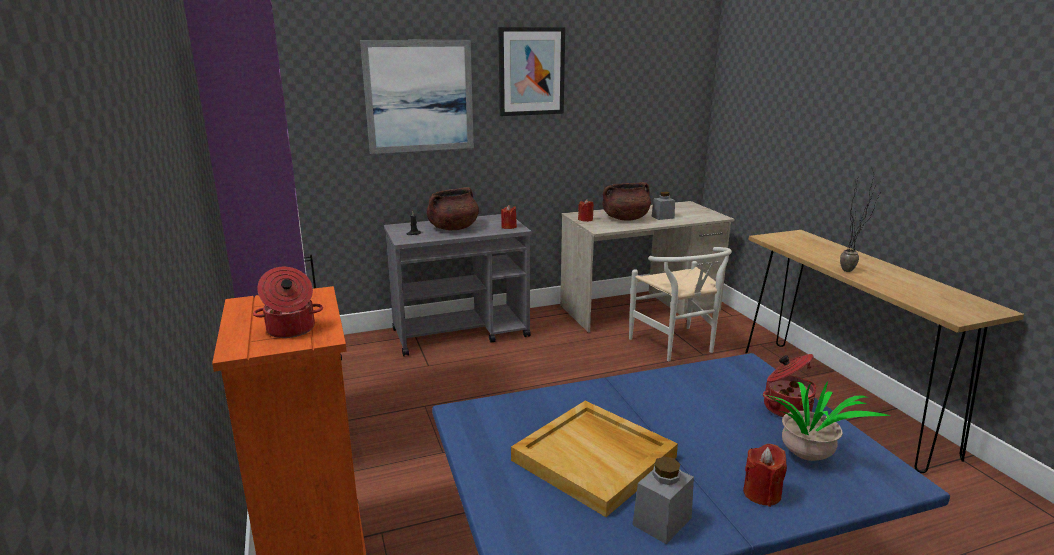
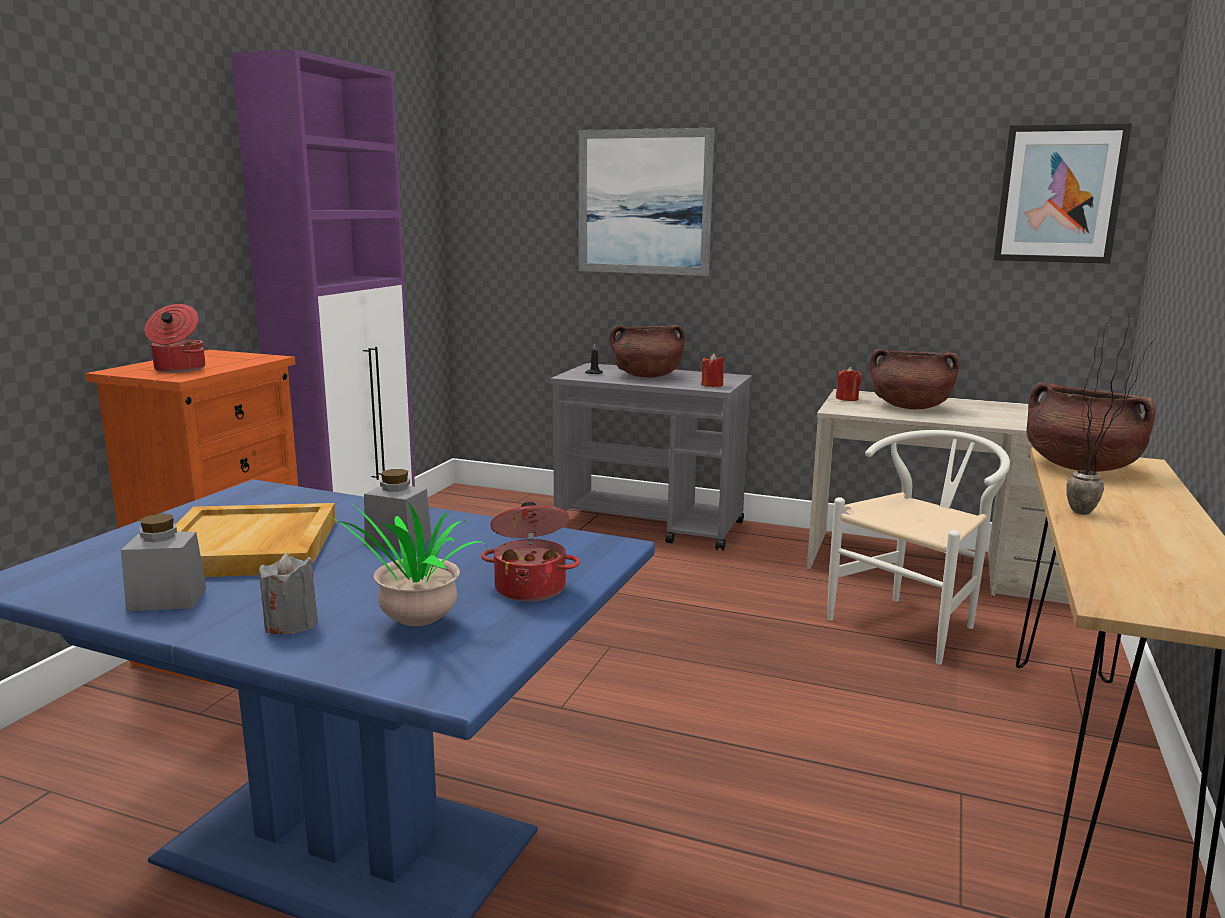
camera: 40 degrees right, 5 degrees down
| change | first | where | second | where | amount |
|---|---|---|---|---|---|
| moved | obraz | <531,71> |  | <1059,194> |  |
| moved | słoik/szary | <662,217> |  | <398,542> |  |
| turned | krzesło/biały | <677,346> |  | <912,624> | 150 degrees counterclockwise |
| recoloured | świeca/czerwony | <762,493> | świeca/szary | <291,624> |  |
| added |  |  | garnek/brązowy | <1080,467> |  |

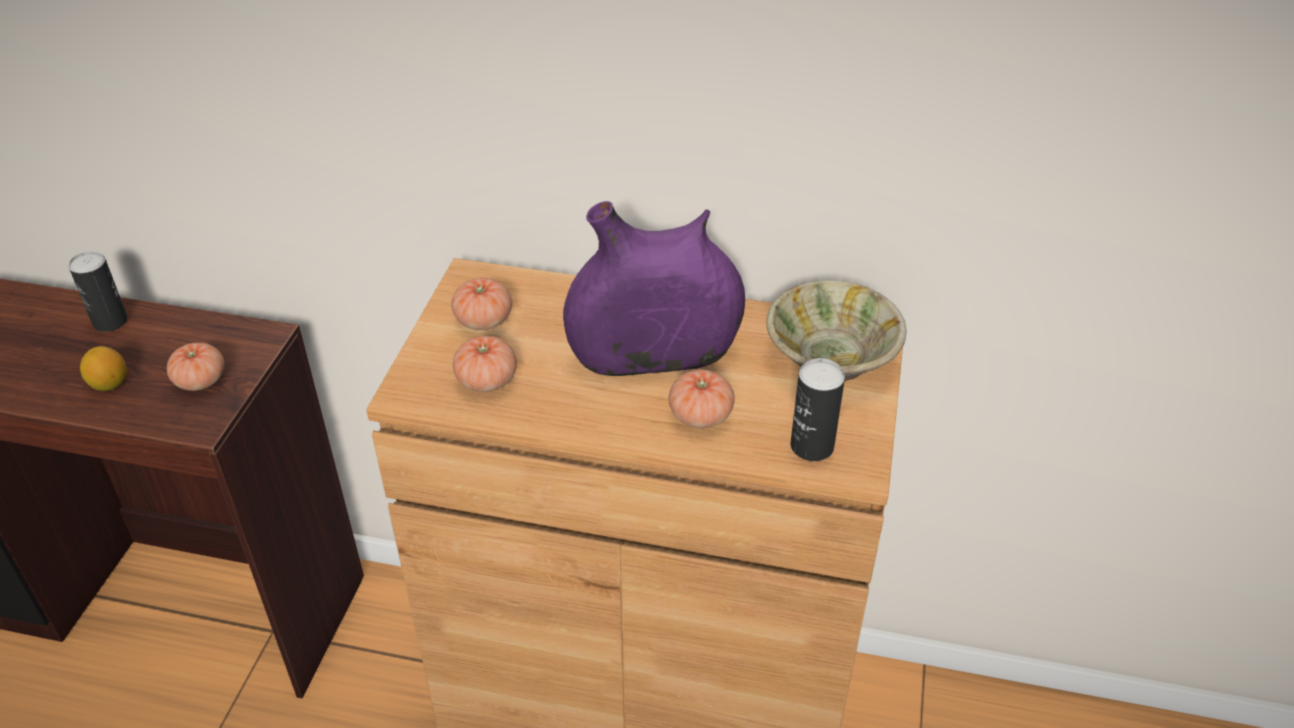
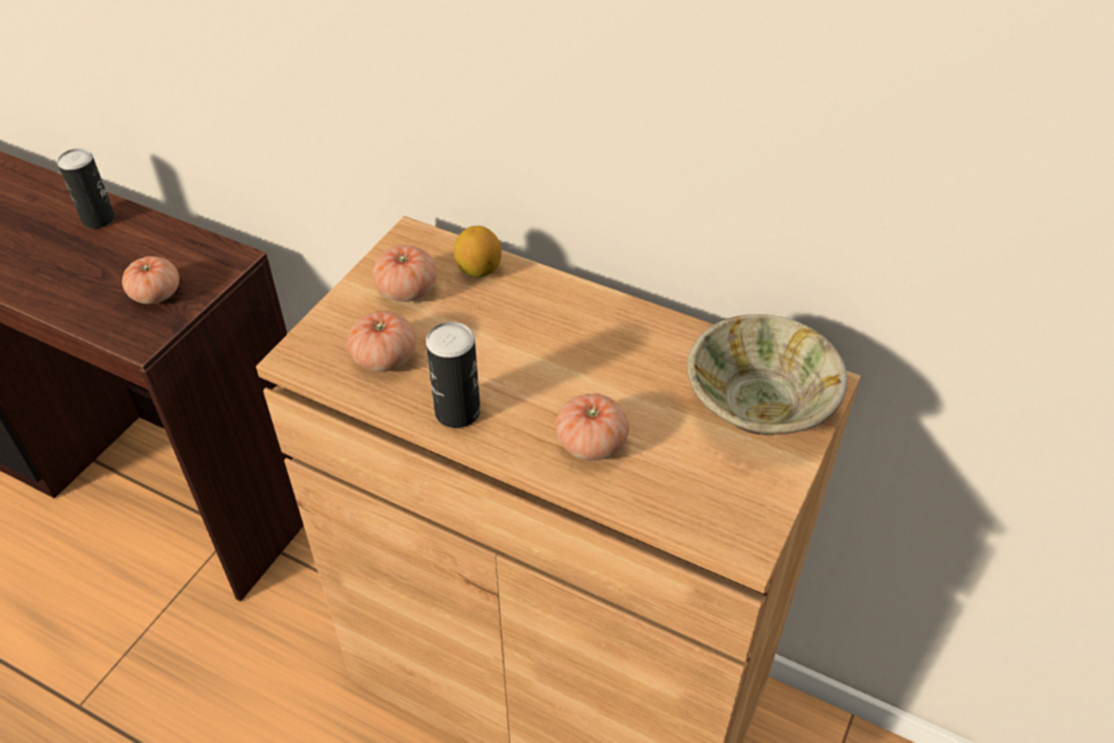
camera: 15 degrees right, 5 degrees up
| change | first | where | second | where | amount |
|---|---|---|---|---|---|
| removed | wazon/fioletowy | <654,356> |  |  |  |
| moved | cytryna | <109,384> |  | <478,270> |  |
| moved | puszka | <812,446> |  | <457,411> |  |

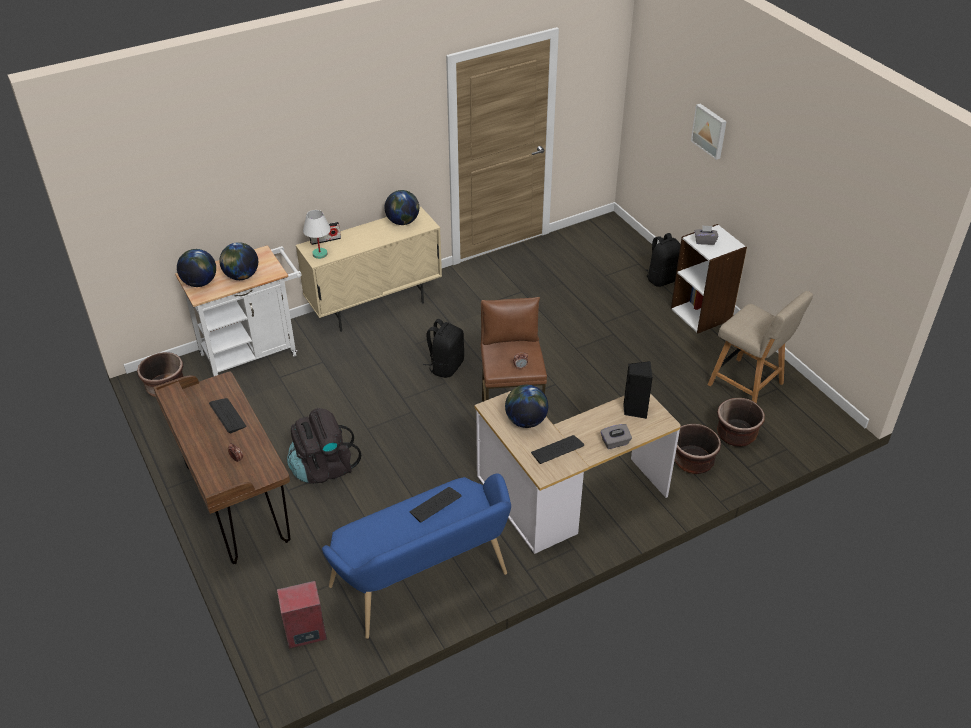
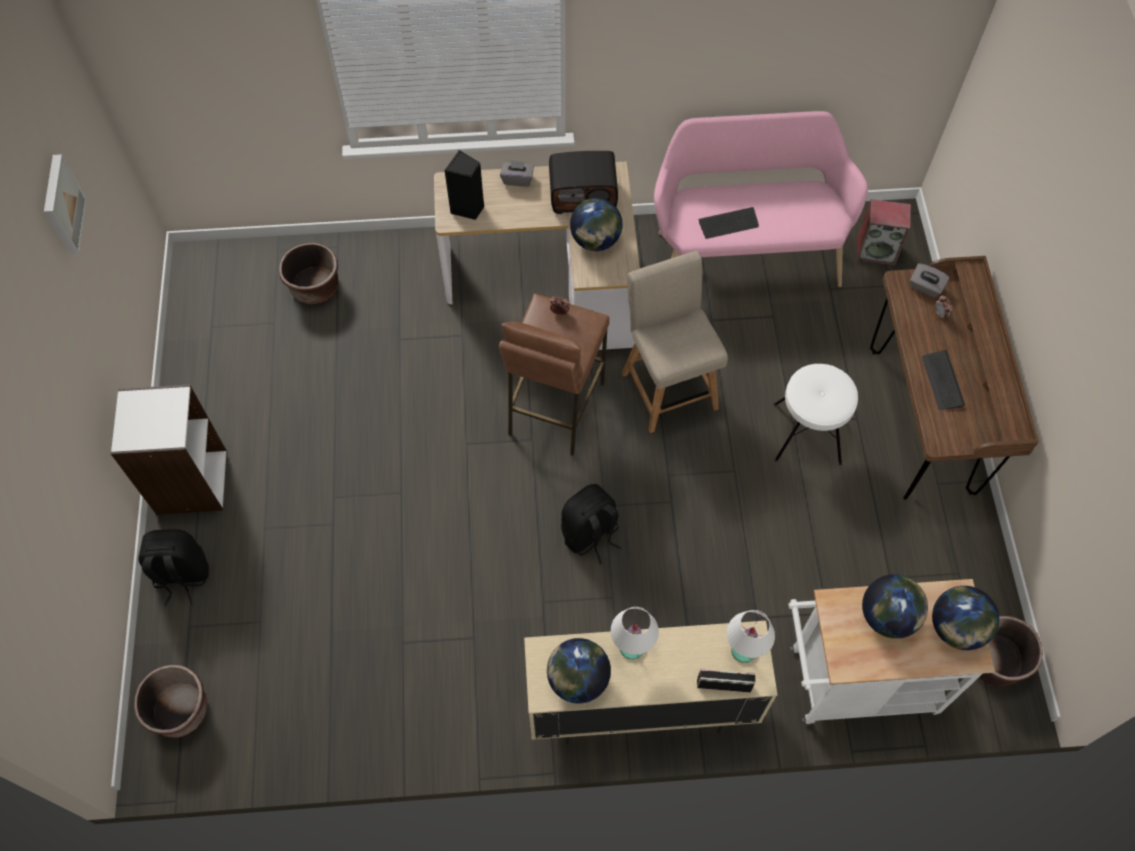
camera: 155 degrees left, 20 degrees up
| change | first | where | second | where | amount |
|---|---|---|---|---|---|
| moved | obraz | <710,130> |  | <61,205> |  |
| moved | pudełko chusteczek/szary | <704,241> |  | <925,287> |  |
| moved | krzesło/beżowy | <748,386> |  | <667,386> |  |
| replaced | plecak/czarny | <323,468> | stołek/biały | <806,433> |  |
| moved | donica/brązowy | <692,462> |  | <180,710> |  |
| replaced | klawiatura | <557,450> | radio | <583,194> |  |
| recoloured | ławka/niebieski | <424,584> | ławka/różowy | <744,253> |  |
| added |  |  | lampa stołowa/biały | <632,646> |  |

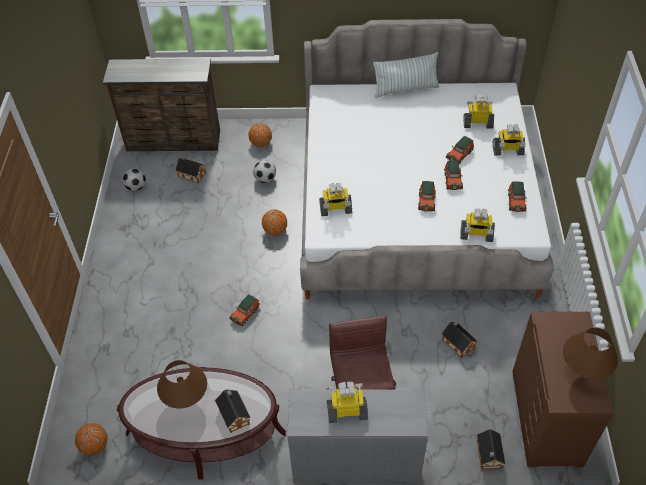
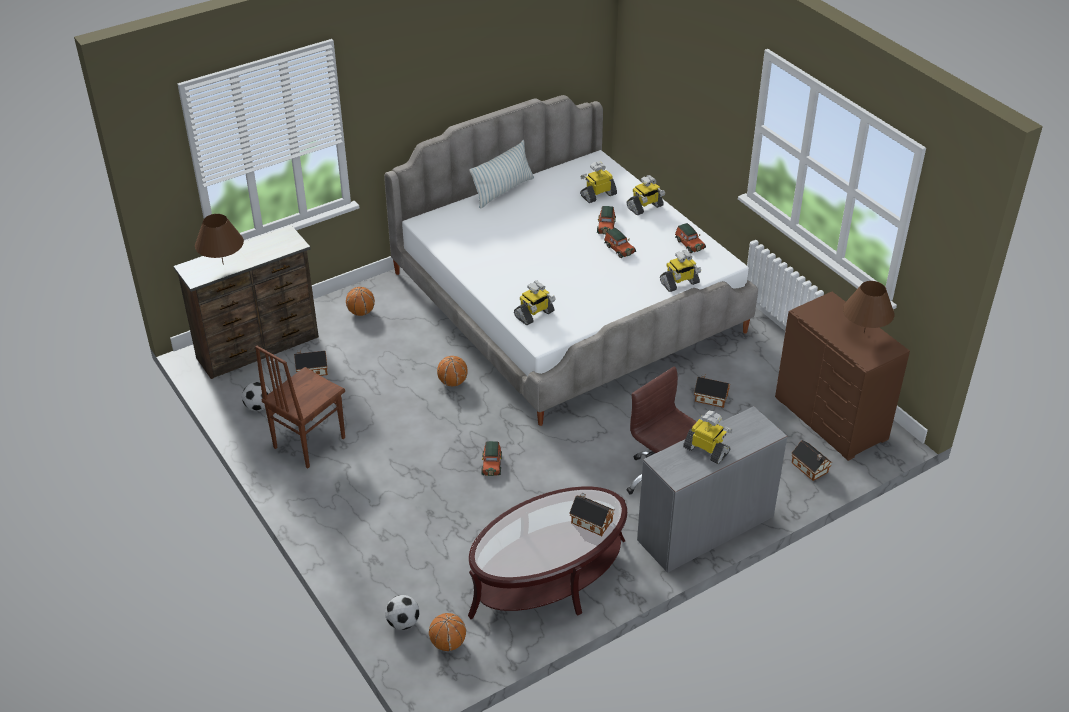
camera: 35 degrees left, 10 degrees down
| change | first | where | second | where | amount |
|---|---|---|---|---|---|
| moved | piłka futbolowa | <265,179> |  | <403,622> |  |
| removed | samochodzik | <426,200> |  |  |  |
| moved | lampa stołowa/brązowy | <186,398> |  | <223,264> |  |
| turned | robot zabawkowy | <347,411> |  | <707,450> | 75 degrees clockwise |
| added |  |  | krzesło/brązowy | <308,442> |  |

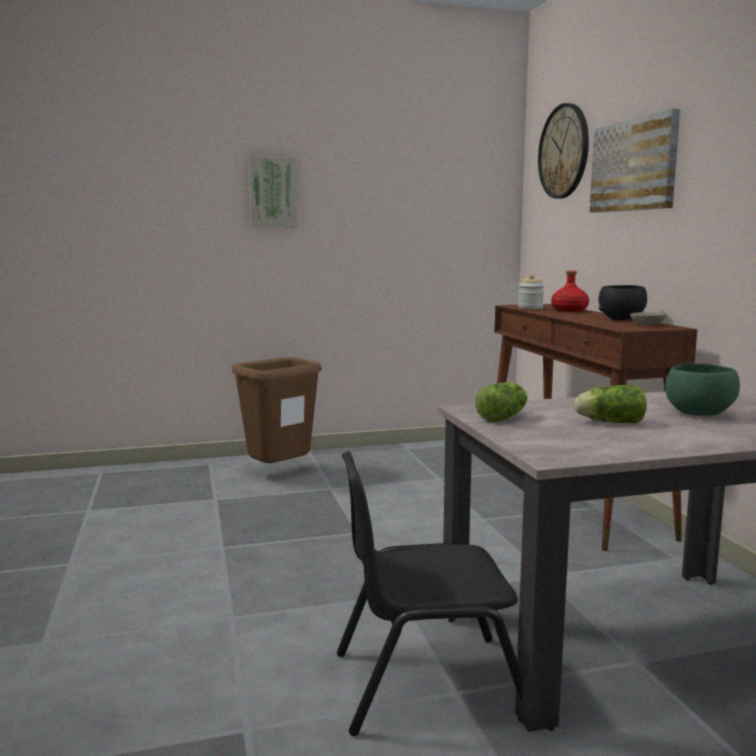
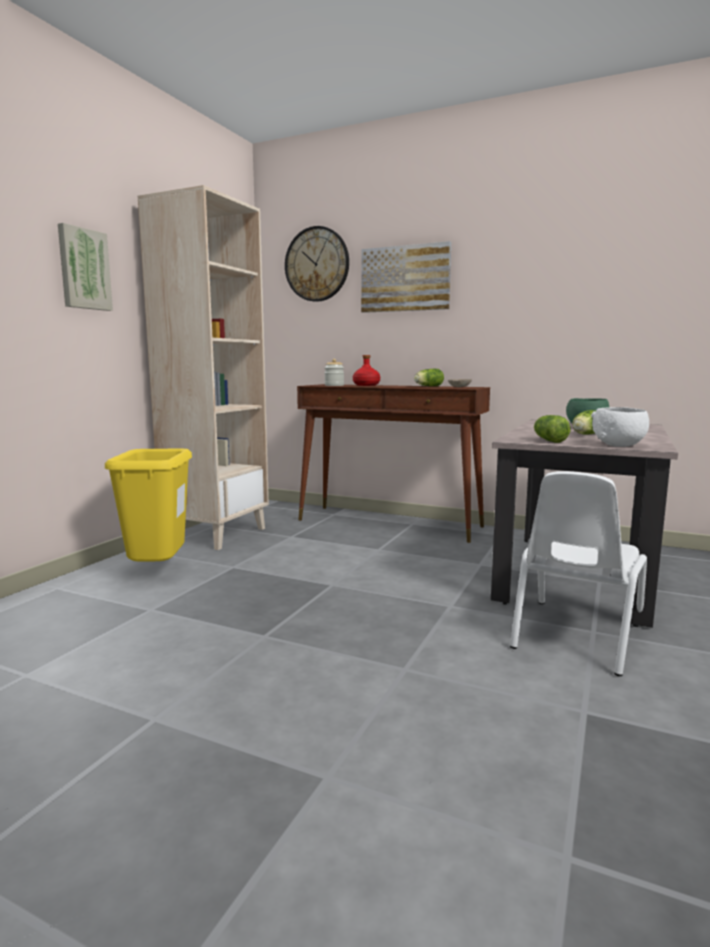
camera: 50 degrees left, 0 degrees up
| change | first | where | second | where | amount |
|---|---|---|---|---|---|
| replaced | miska/czarny | <622,319> | sałata | <427,386> |  |
| recoloured | kosz na śmieci/brązowy | <280,474> | kosz na śmieci/żółty | <158,572> |  |
| recoloured | krzesło/czarny | <427,684> | krzesło/biały | <575,635> |  |
| added |  |  | regał/beżowy | <217,534> |  |
| added |  |  | miska/biały | <619,445> |  |

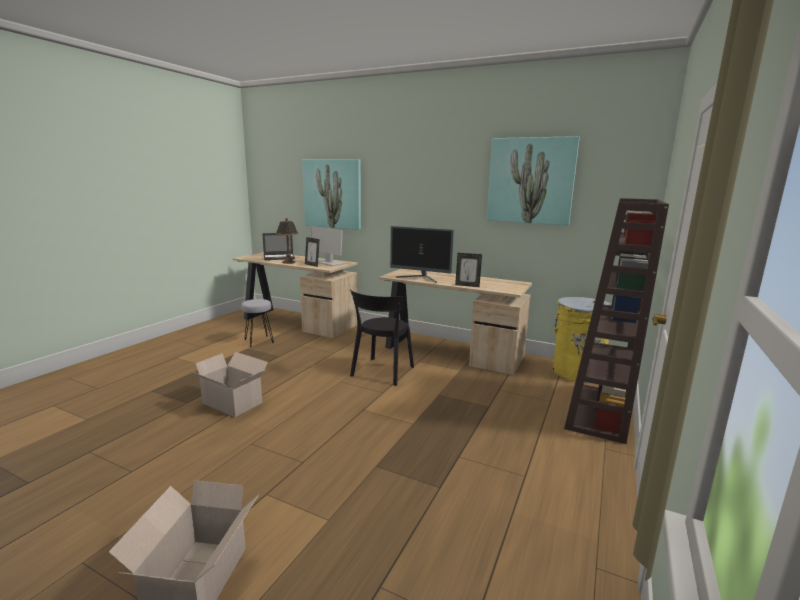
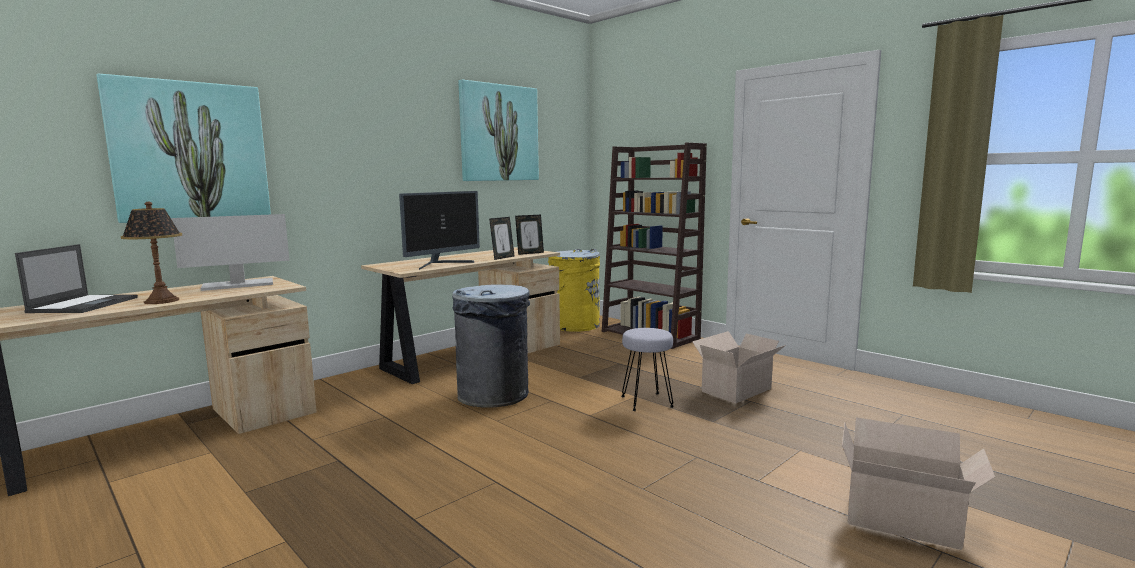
camera: 70 degrees left, 5 degrees down
| change | first | where | second | where | amount |
|---|---|---|---|---|---|
| moved | ramka na zdjęcie | <312,265> |  | <530,253> |  |
| replaced | krzesło/czarny | <381,372> | kosz na śmieci/szary | <494,395> |  |
| moved | stołek/szary | <258,341> |  | <646,402> |  |
| moved | karton | <233,403> |  | <738,390> |  |

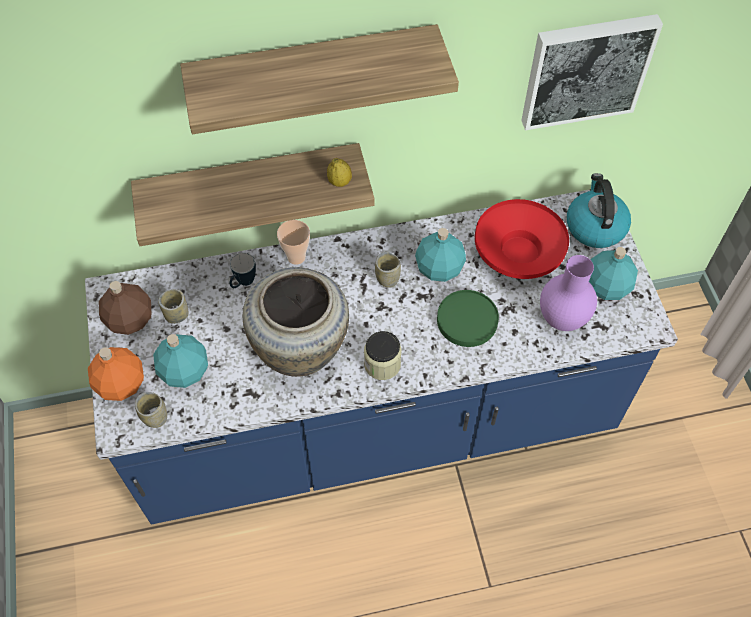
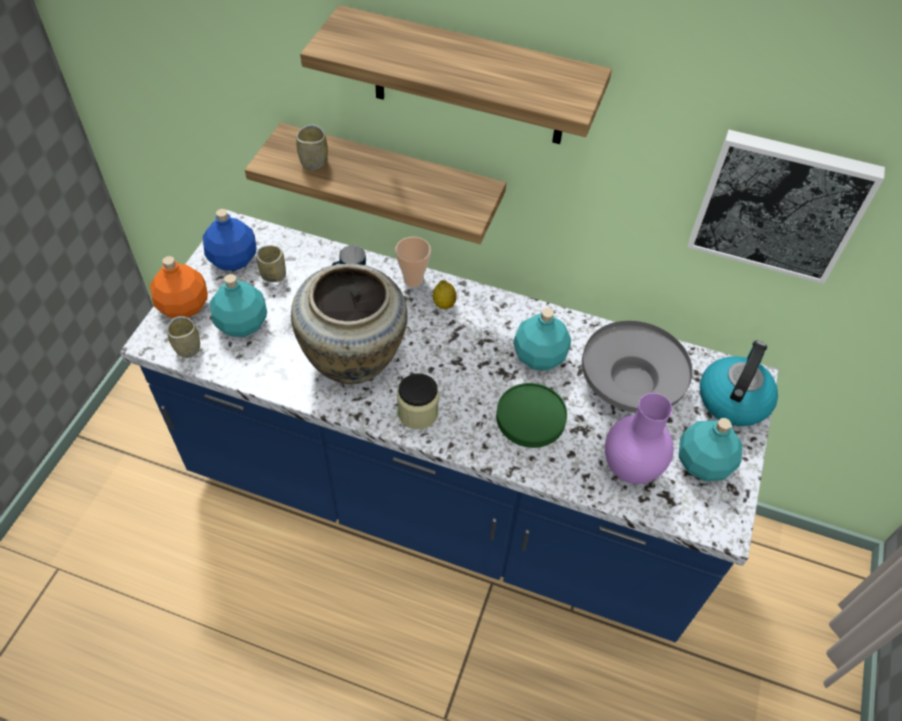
camera: 30 degrees right, 5 degrees down
| change | first | where | second | where | amount |
|---|---|---|---|---|---|
| moved | cytryna | <339,182> |  | <444,304> |  |
| recoloured | miska/czerwony | <518,253> | miska/szary | <630,383> |  |
| moved | filiżanka | <387,278> |  | <314,162> |  |
| recoloured | butelka/brązowy | <131,319> | butelka/niebieski | <234,259> |  |

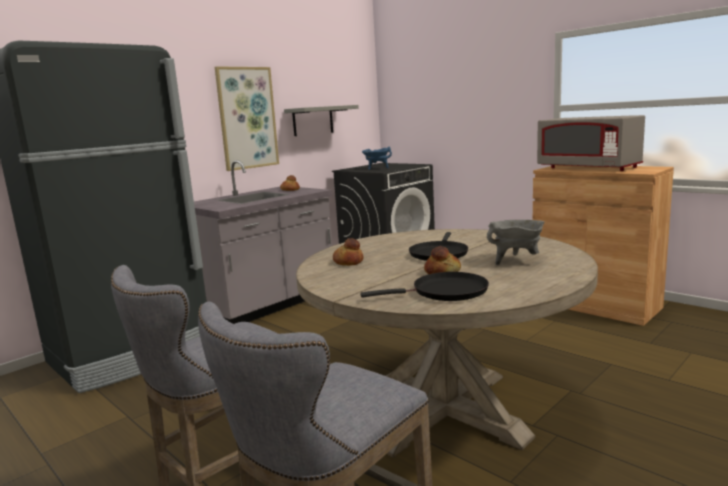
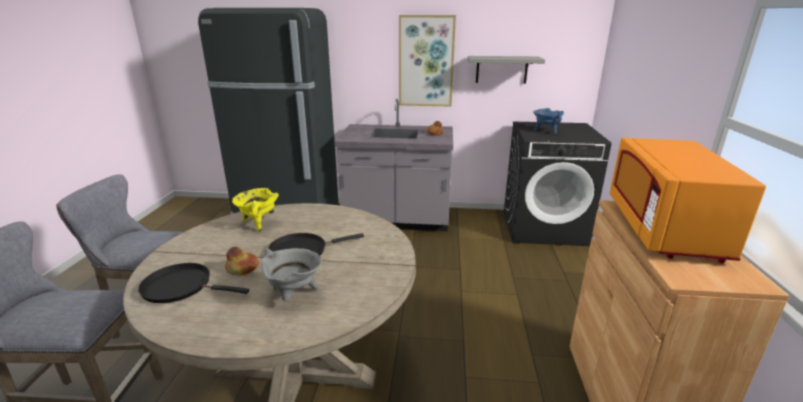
camera: 50 degrees right, 10 degrees up
| change | first | where | second | where | amount |
|---|---|---|---|---|---|
| recoloured | mikrofalówka/szary | <588,168> | mikrofalówka/pomarańczowy | <663,229> |  |
| replaced | chleb | <348,262> | garnek/żółty | <258,223> |  |
| turned | patelnia/czarny | <445,292> |  | <181,287> | 150 degrees clockwise |

